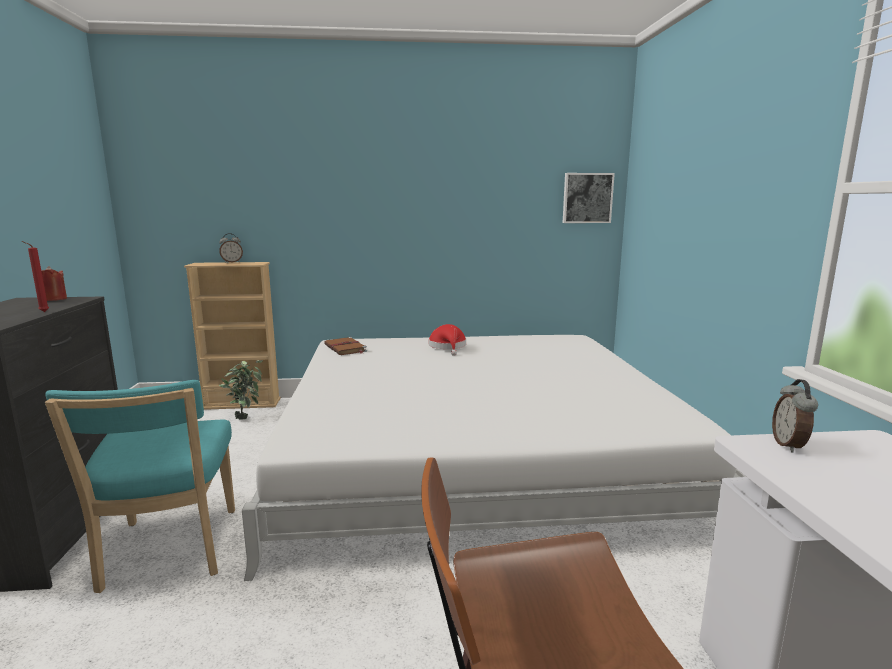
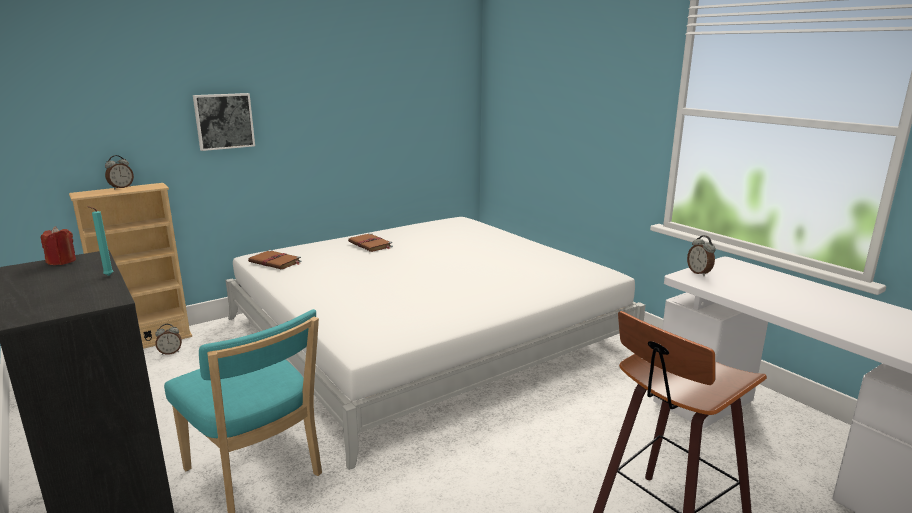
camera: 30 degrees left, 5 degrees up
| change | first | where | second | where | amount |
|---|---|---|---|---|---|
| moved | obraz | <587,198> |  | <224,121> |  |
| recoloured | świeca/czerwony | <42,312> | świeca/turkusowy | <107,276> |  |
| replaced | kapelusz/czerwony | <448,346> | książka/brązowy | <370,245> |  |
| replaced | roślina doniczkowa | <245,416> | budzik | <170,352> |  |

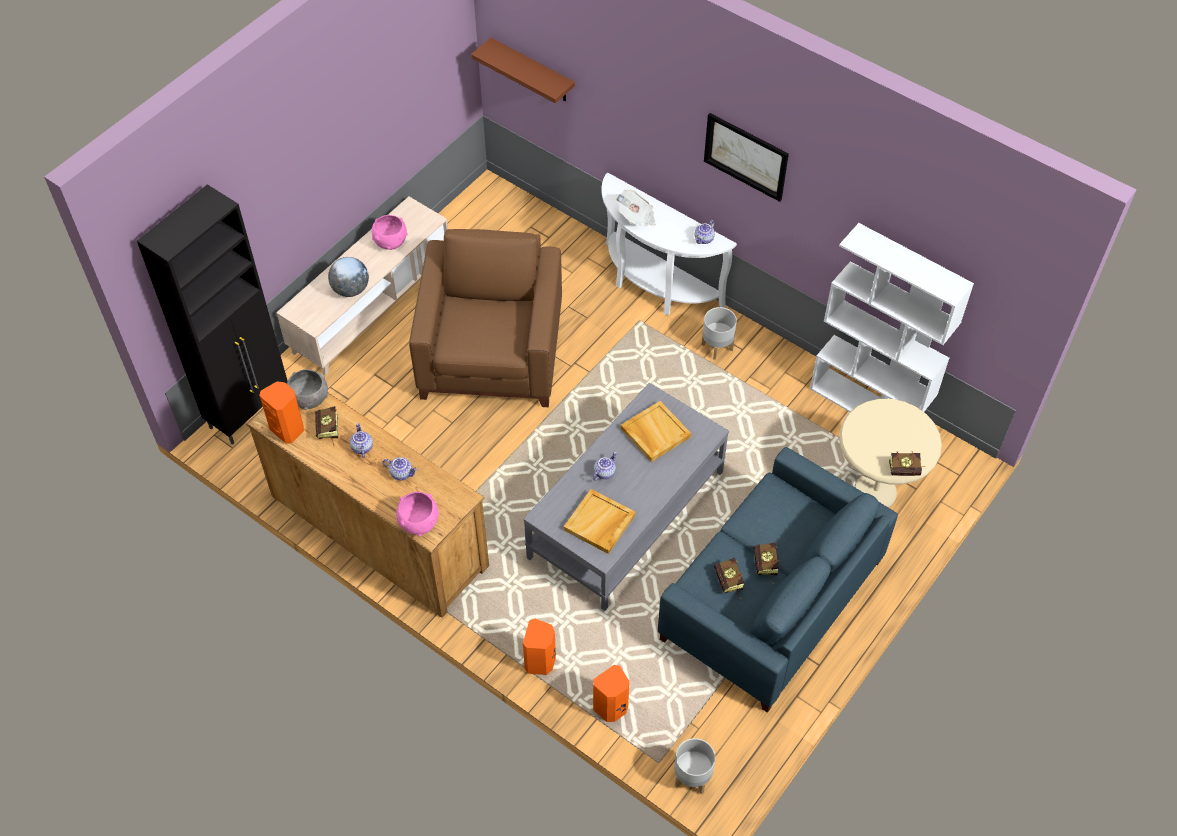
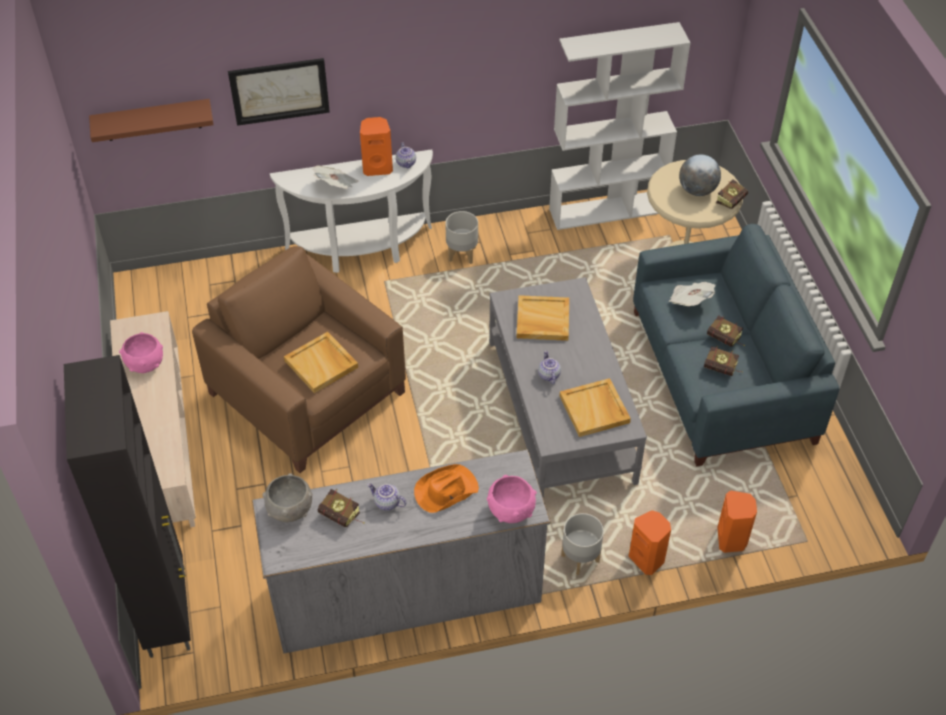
camera: 50 degrees left, 5 degrees down
| change | first | where | second | where | amount |
|---|---|---|---|---|---|
| moved | obraz | <746,156> |  | <279,91> |  |
| moved | globus | <351,289> |  | <697,190> |  |
| moved | głośnik/pomarańczowy | <288,429> |  | <377,167> |  |
| recoloured | komoda/brązowy | <378,530> | komoda/szary | <406,592> |  |
| replaced | imbryk | <402,473> | kapelusz/pomarańczowy | <445,491> |  |
| moved | donica/szary | <692,777> |  | <580,558> |  |
| added |  |  | gazeta | <690,301> |  |
| added |  |  | taca/beżowy | <322,364> |  |

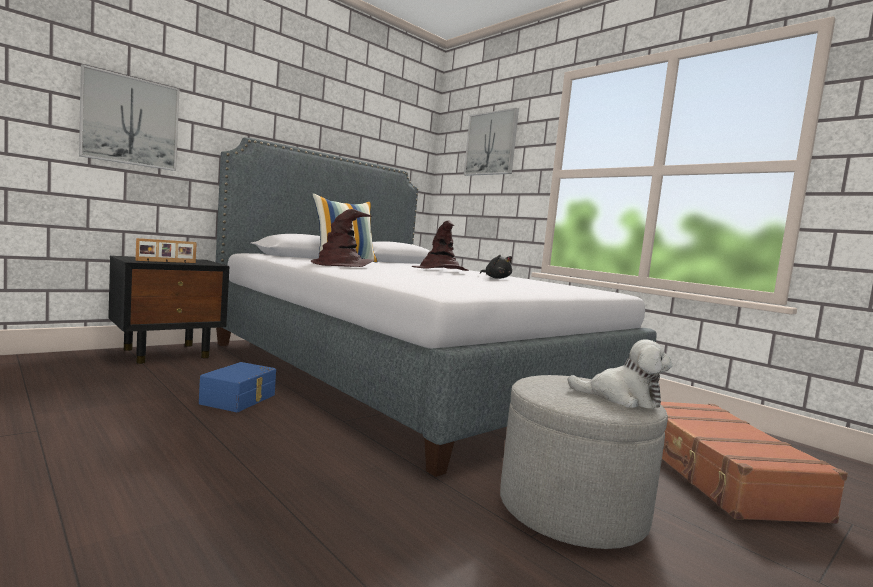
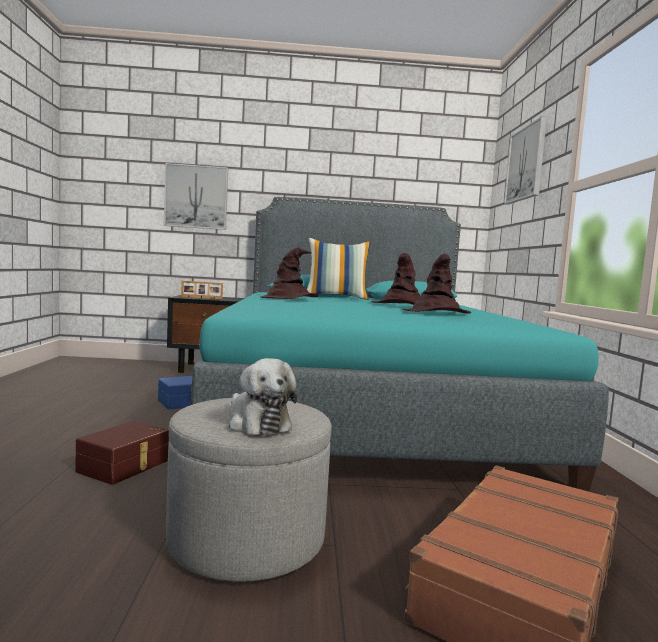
camera: 40 degrees right, 0 degrees up
| change | first | where | second | where | amount |
|---|---|---|---|---|---|
| recoloured | łóżko/szary | <408,373> | łóżko/turkusowy | <363,409> |  |
| replaced | pluszak/czarny | <496,278> | kapelusz/brązowy | <436,313> |  |
| added |  |  | pojemnik do przechowywania/brązowy | <125,466> |  |

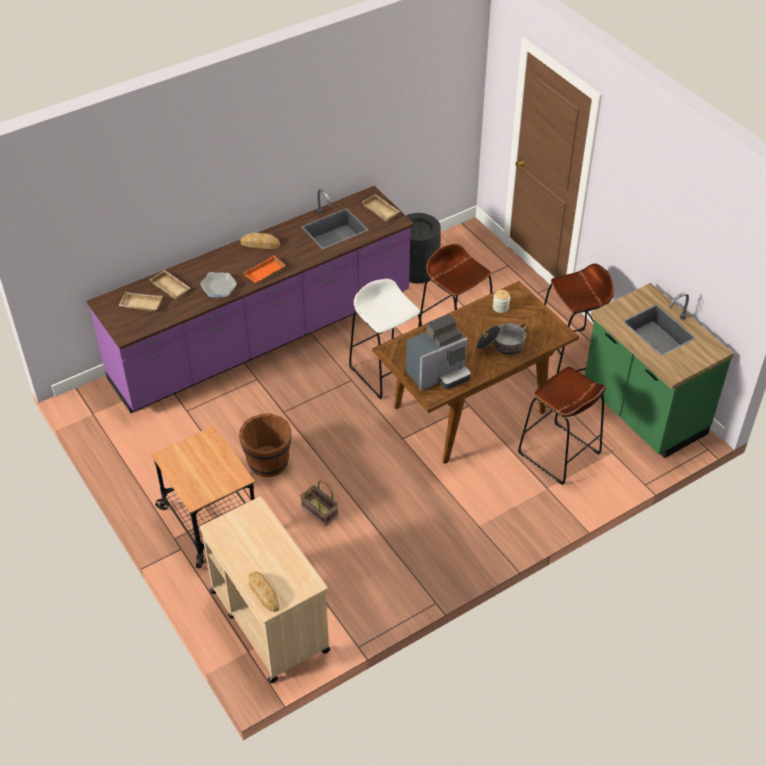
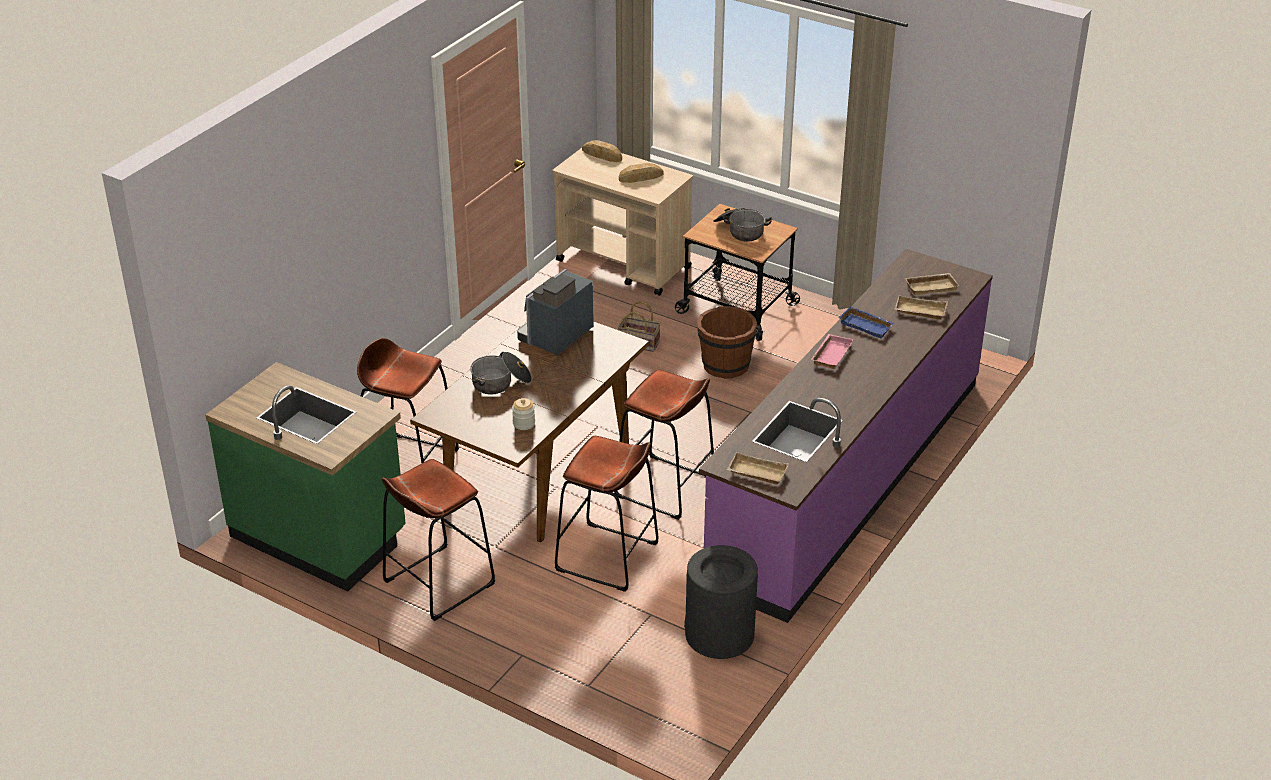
camera: 155 degrees right, 10 degrees down
| change | first | where | second | where | amount |
|---|---|---|---|---|---|
| moved | chleb | <260,244> |  | <641,177> |  |
| recoloured | taca/pomarańczowy | <265,273> | taca/różowy | <830,354> |  |
| replaced | patelnia | <218,287> | taca/niebieski | <867,325> |  |
| recoloured | stołek/biały | <387,371> | stołek/brązowy | <665,487> |  |
| added |  |  | garnek | <740,231> |  |

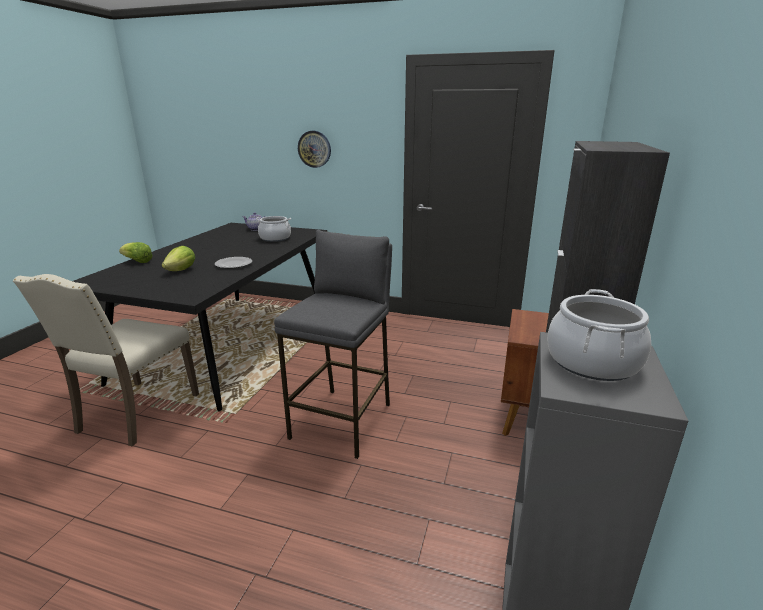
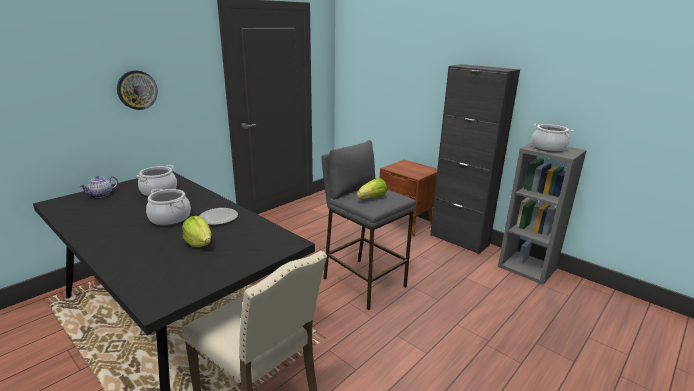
camera: 65 degrees left, 0 degrees up
| change | first | where | second | where | amount |
|---|---|---|---|---|---|
| moved | sałata | <137,261> |  | <372,198> |  |
| added |  |  | garnek | <170,218> |  |

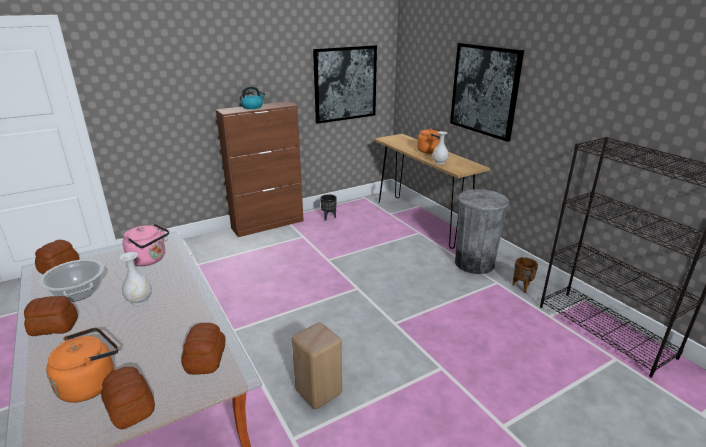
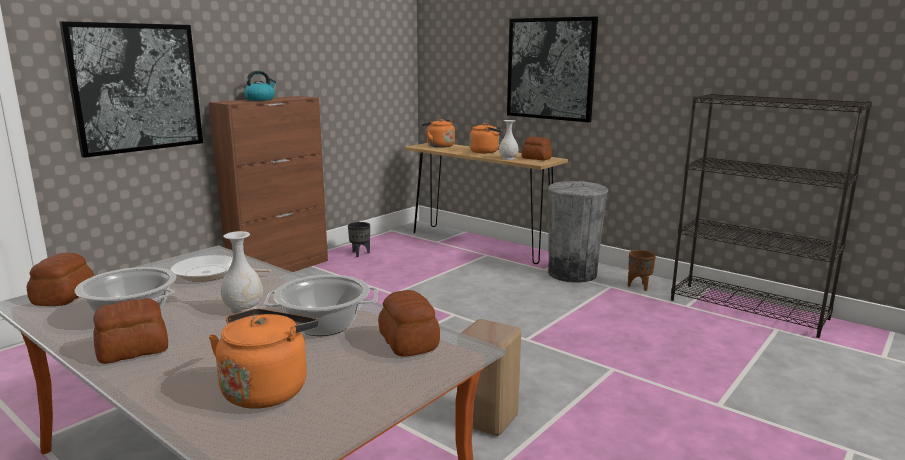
camera: 20 degrees left, 10 degrees down
| change | first | where | second | where | amount |
|---|---|---|---|---|---|
| moved | obraz | <345,84> |  | <136,88> |  |
| replaced | czajnik/różowy | <149,259> | patelnia | <210,273> |  |
| moved | chleb | <130,409> |  | <536,158> |  |
| added |  |  | czajnik/pomarańczowy | <439,146> |  |
| added |  |  | garnek | <323,325> |  |

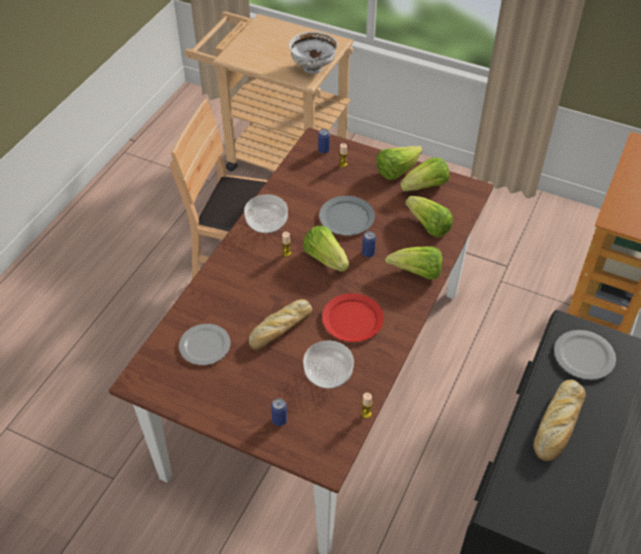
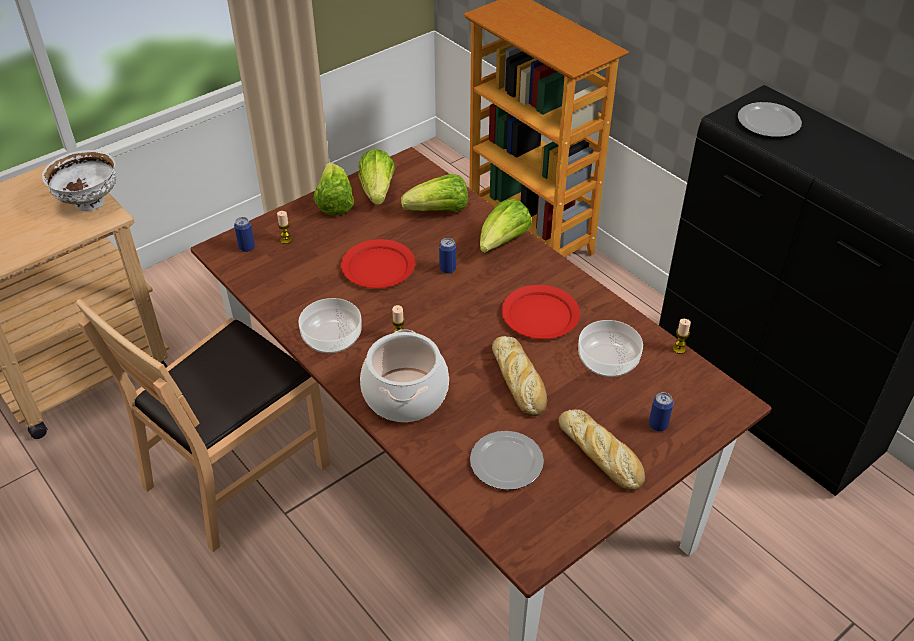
camera: 65 degrees left, 5 degrees down
| change | first | where | second | where | amount |
|---|---|---|---|---|---|
| recoloured | talerz/szary | <346,218> | talerz/czerwony | <379,267> |  |
| removed | sałata | <325,258> |  |  |  |
| moved | chleb | <558,425> |  | <601,455> |  |
| added |  |  | garnek | <405,395> |  |

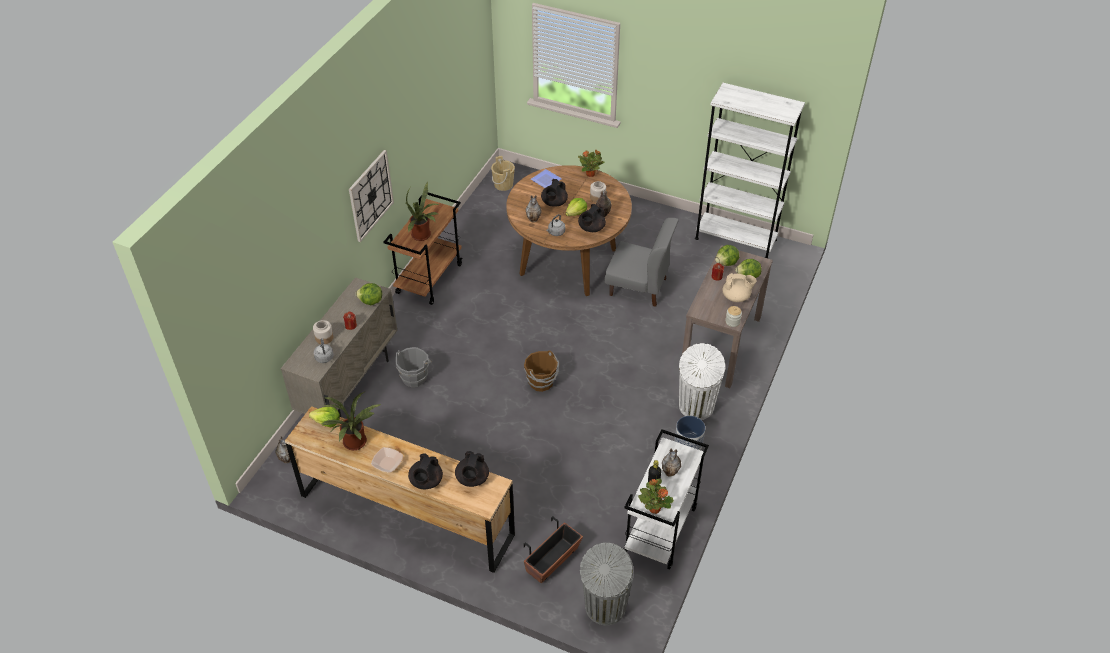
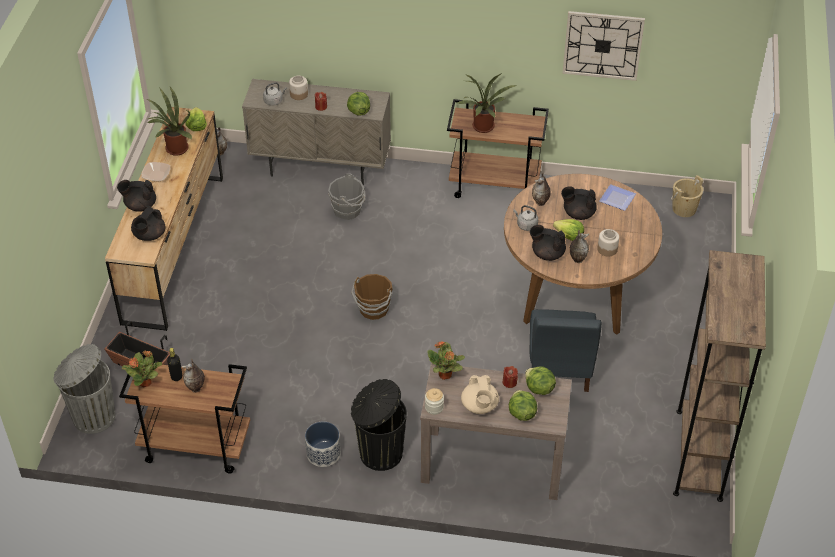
camera: 75 degrees right, 0 degrees up
| change | first | where | second | where | amount |
|---|---|---|---|---|---|
| recoloured | regał/biały | <735,239> | regał/brązowy | <699,454> |  |
| moved | zegar ścienny | <370,195> |  | <603,45> |  |
| moved | roślina doniczkowa | <591,174> |  | <445,375> |  |
| recoloured | krzesło/szary | <638,287> | krzesło/niebieski | <560,367> |  |
| recoloured | kosz na śmieci/biały | <696,407> | kosz na śmieci/czarny | <379,453> |  |
| recoloured | wózek/biały | <660,531> | wózek/brązowy | <194,447> |  |
| turned | imbryk/czarny | <472,479> |  | <149,235> | 60 degrees counterclockwise |

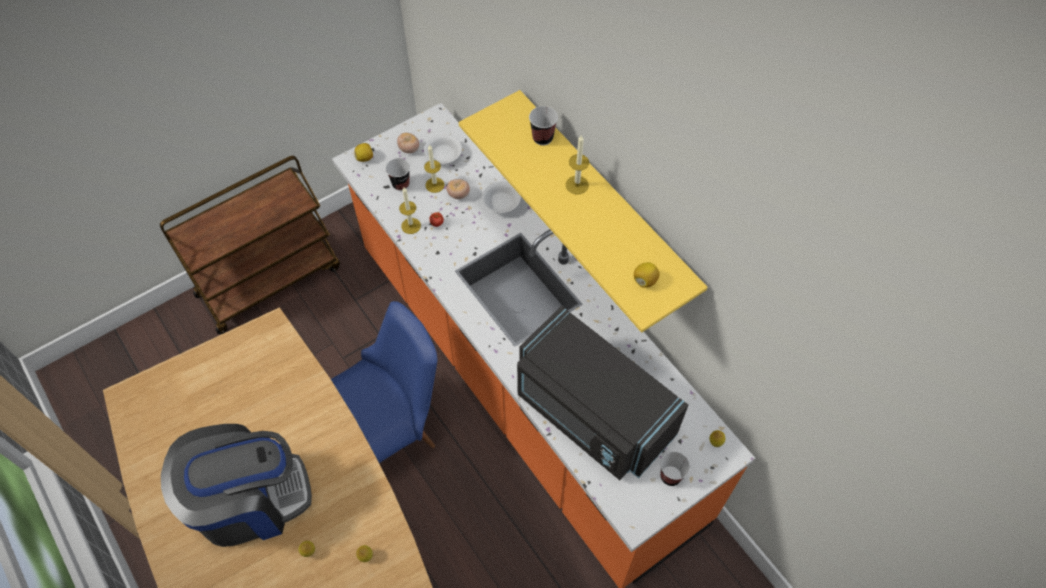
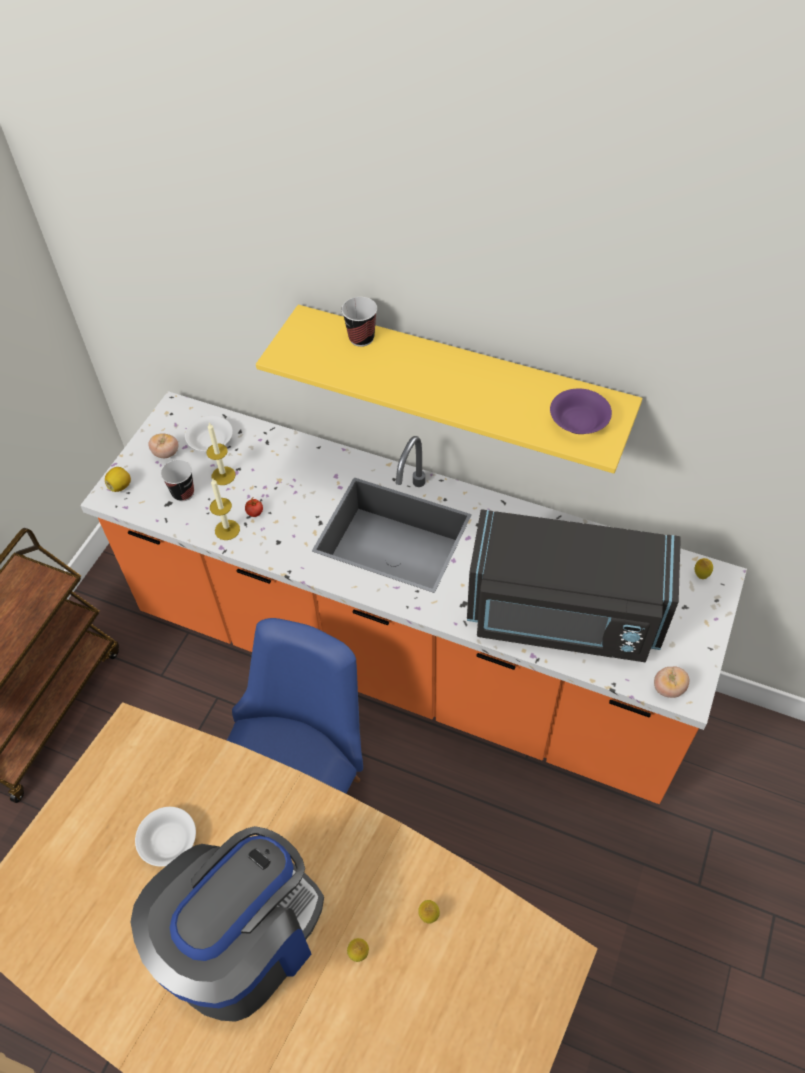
camera: 30 degrees left, 5 degrees down
| change | first | where | second | where | amount |
|---|---|---|---|---|---|
| removed | świeca | <577,185> |  |  |  |
| moved | pomidor | <458,194> |  | <668,688> |  |
| moved | miska/biały | <501,203> |  | <168,841> |  |
| replaced | cytryna | <645,280> | miska/fioletowy | <579,421> |  |
| removed | filiżanka | <670,476> |  |  |  |

